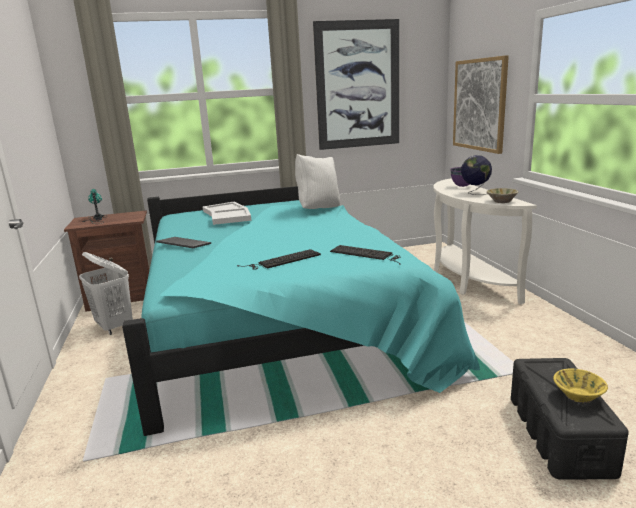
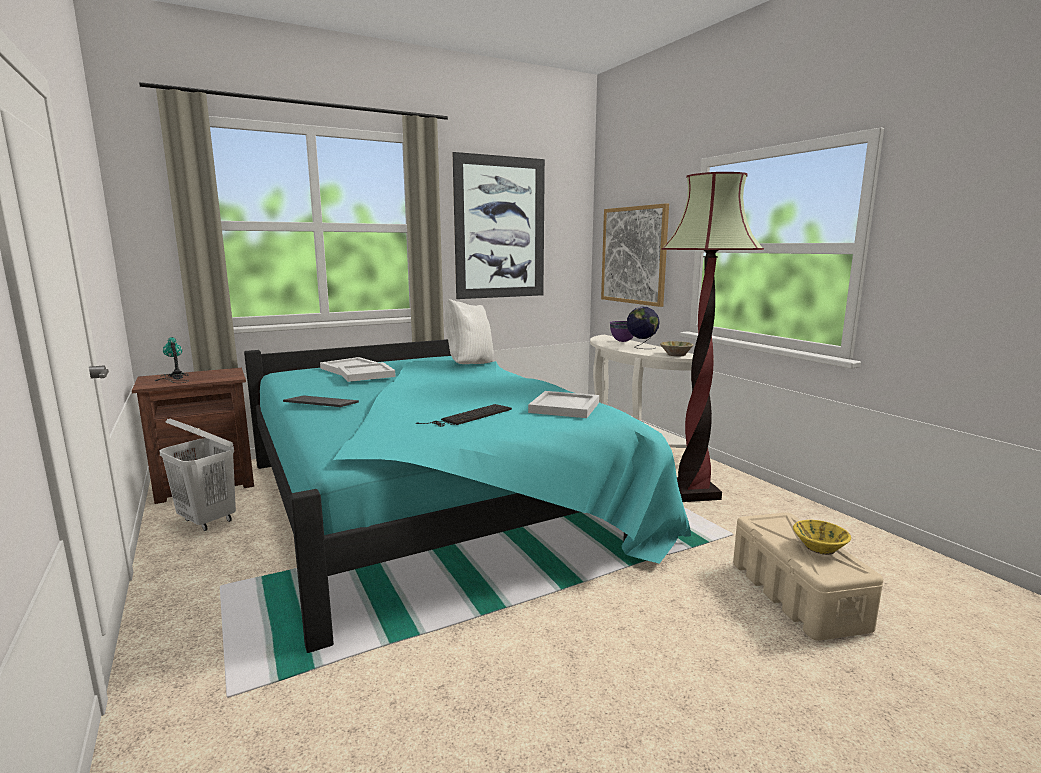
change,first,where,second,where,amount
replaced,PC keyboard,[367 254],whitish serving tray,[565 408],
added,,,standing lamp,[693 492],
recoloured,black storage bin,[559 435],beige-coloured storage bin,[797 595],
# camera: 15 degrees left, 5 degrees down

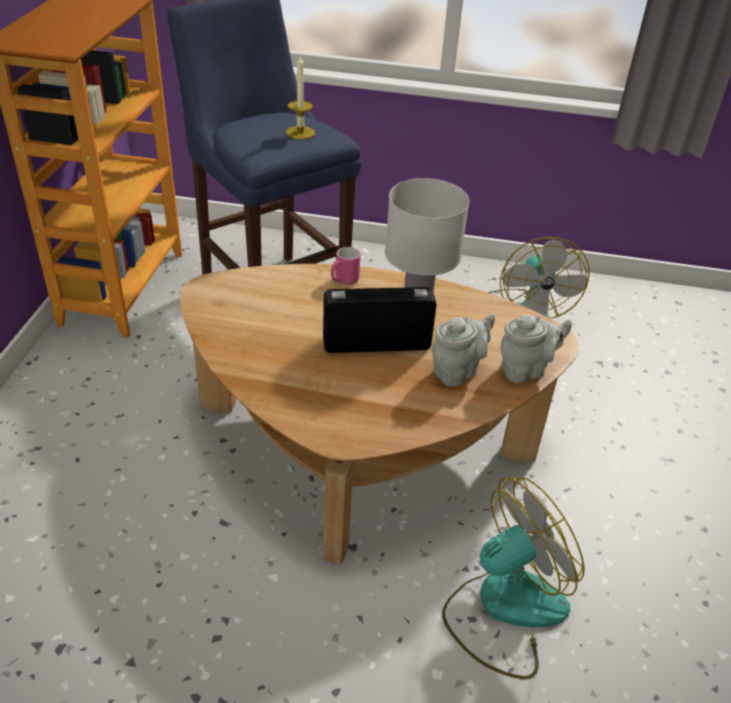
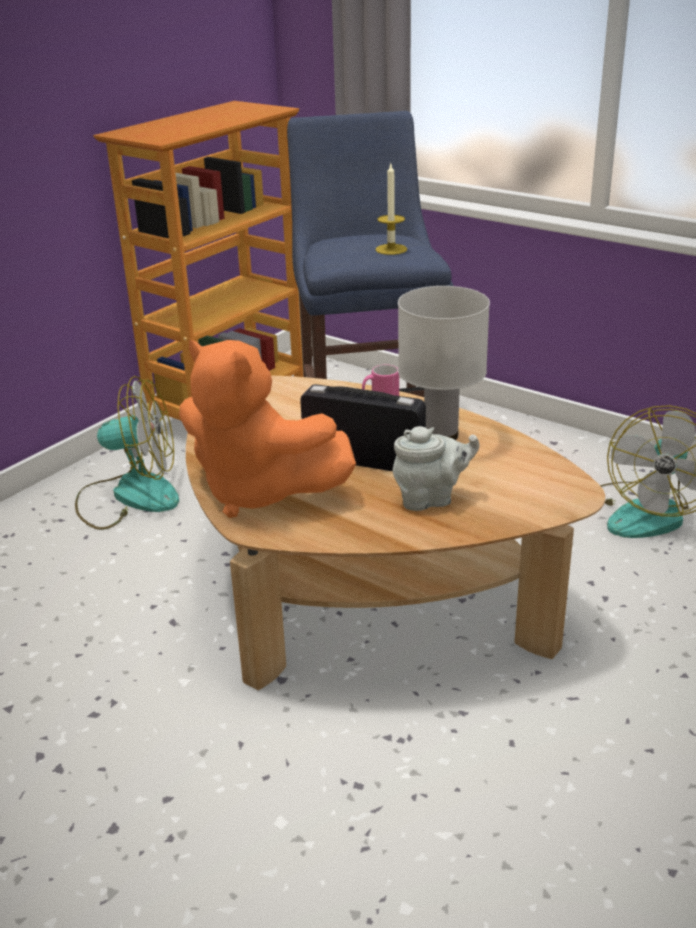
change,first,where,second,where,amount
moved,fan,[504 608],,[129 496],
added,,,orange-coloured cuddly toy,[259 492],
removed,gray teapot,[526 370],,,
# camera: 30 degrees right, 10 degrees down

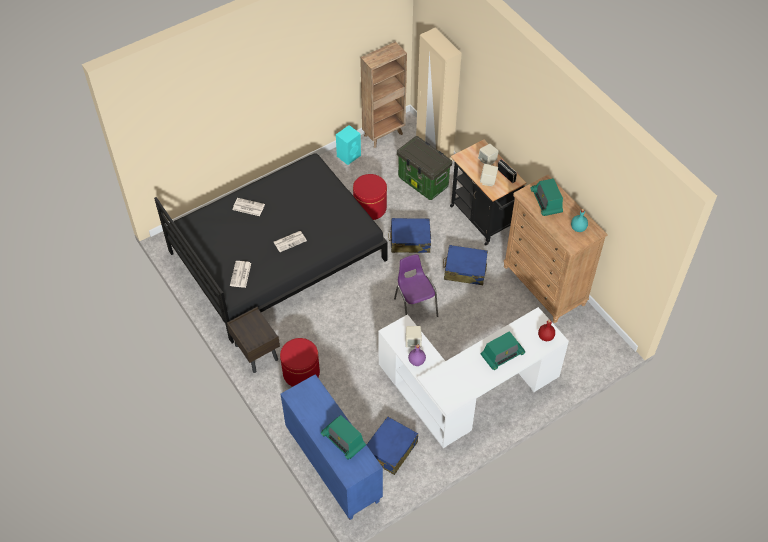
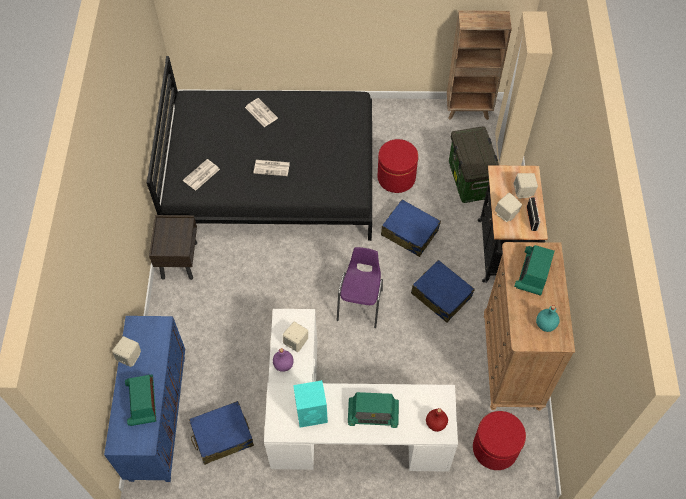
change,first,where,second,where,amount
added,,,beige-coloured speaker,[130 357],
moved,turquoise speaker,[349 155],,[312 413],
moved,red-coloured ottoman,[301 373],,[495 448],
# camera: 35 degrees right, 5 degrees up

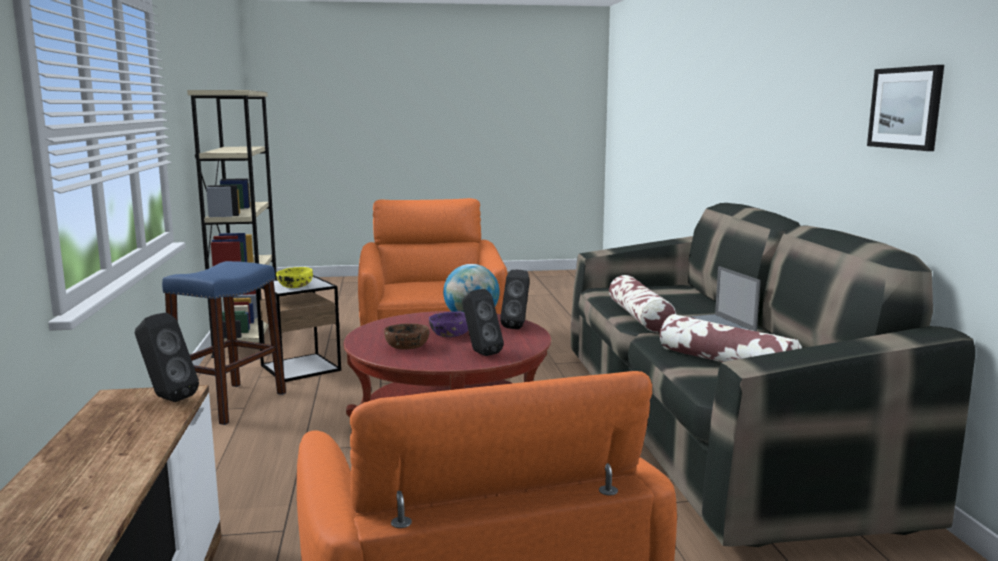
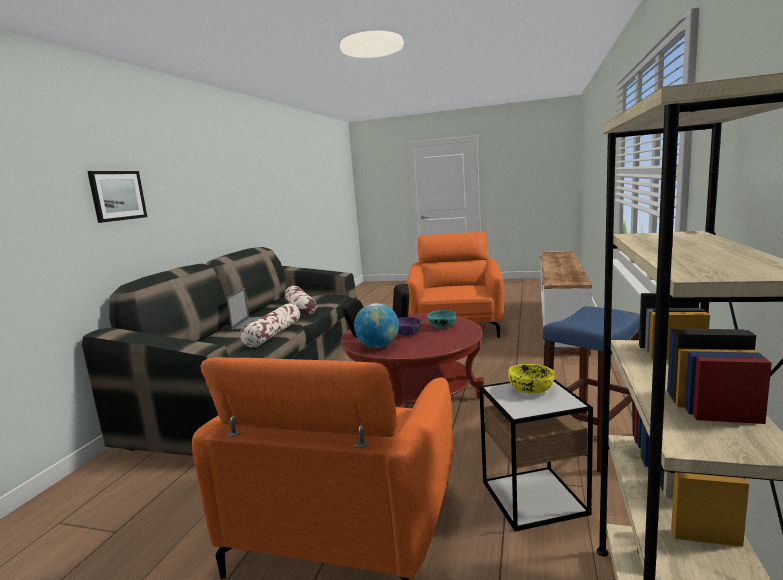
change,first,where,second,where,amount
moved,picture,[906 108],,[117 195],
recoloured,brown serving bowl,[407 347],turquoise serving bowl,[442 326],
removed,black speaker,[166 398],,,
# camera: 155 degrees left, 0 degrees up

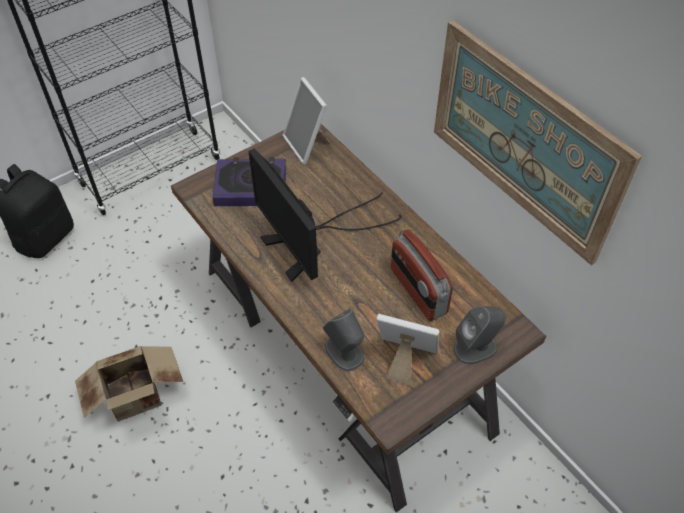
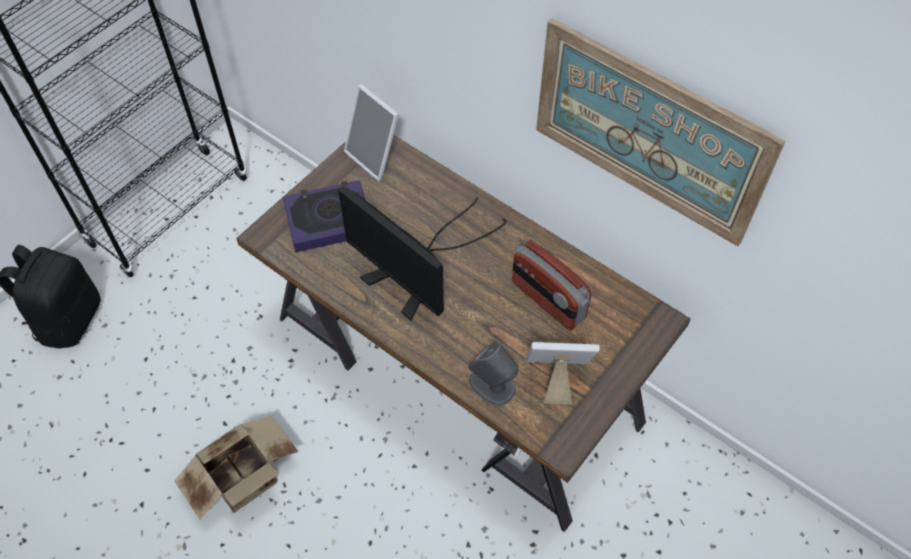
change,first,where,second,where,amount
removed,gray speaker,[475 348],,,
# camera: 15 degrees left, 5 degrees up

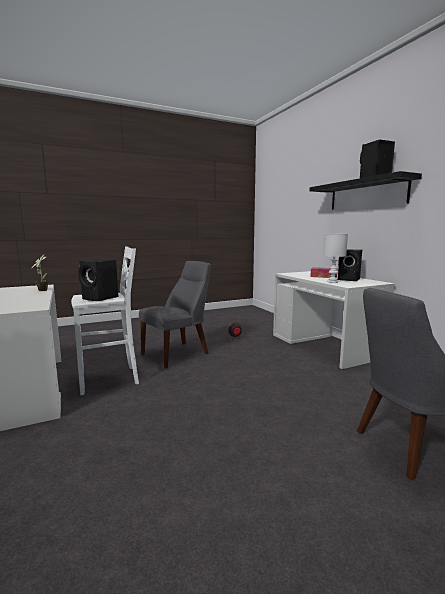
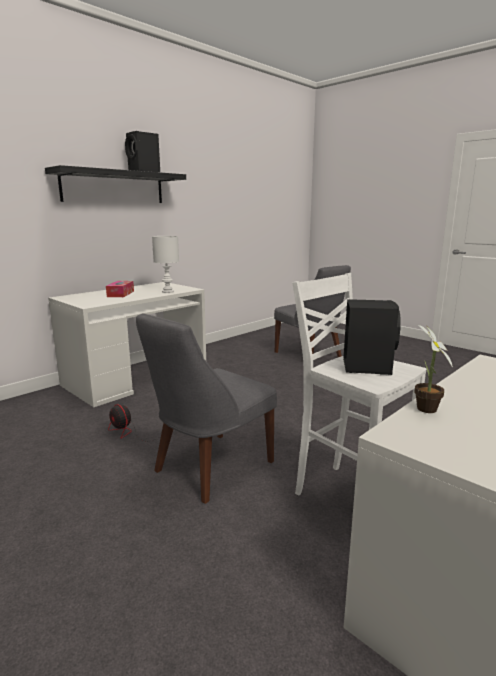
change,first,where,second,where,amount
turned,gray upright chair,[178 353],,[209 468],75 degrees counterclockwise
removed,black speaker,[349 279],,,
# camera: 110 degrees left, 5 degrees up

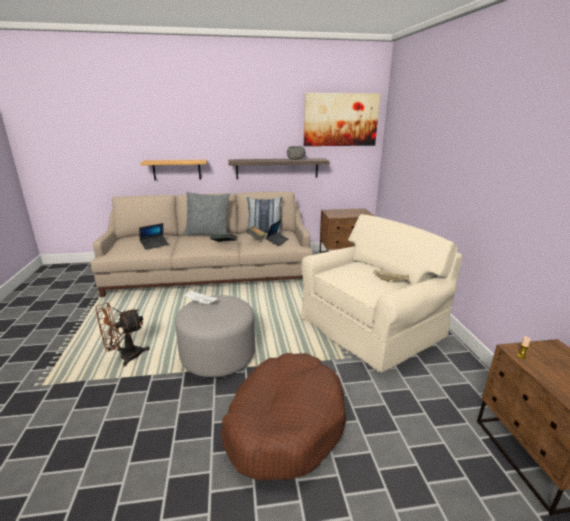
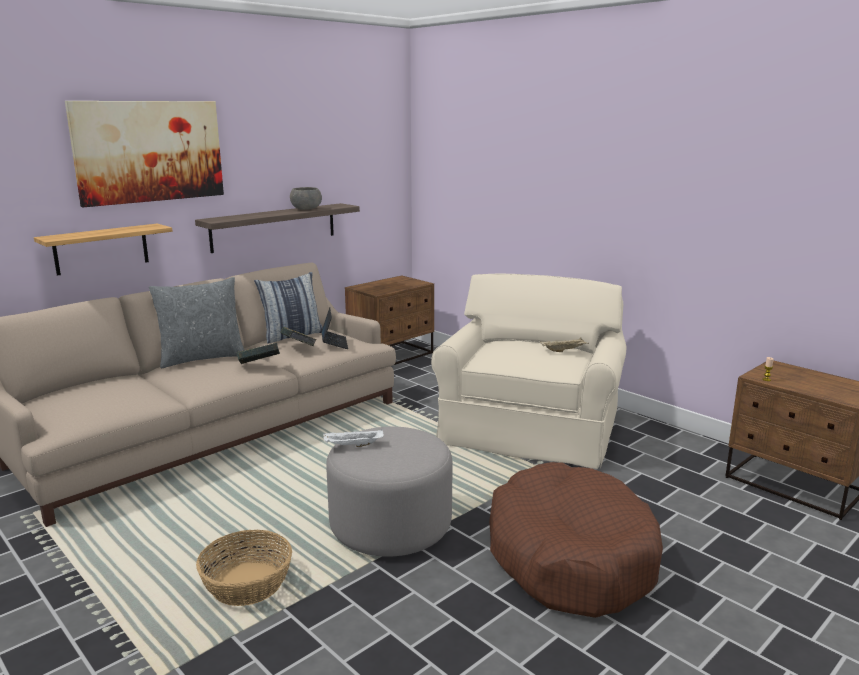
change,first,where,second,where,amount
moved,picture,[340 120],,[149 151],
replaced,brown fan,[124 357],basket,[248 583],
removed,portable computer,[154 245],,,
# camera: 35 degrees left, 5 degrees down

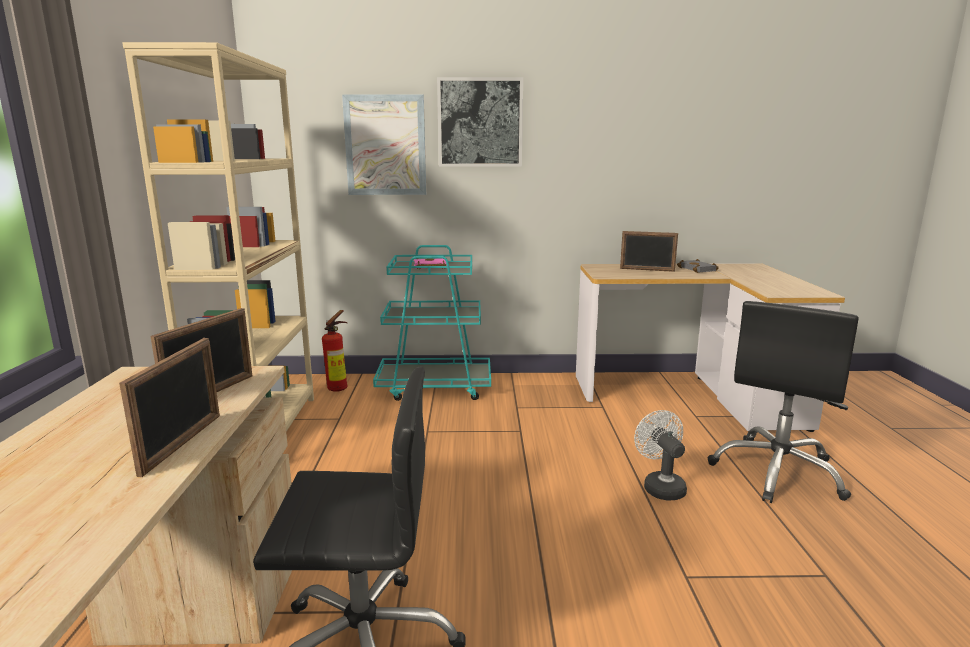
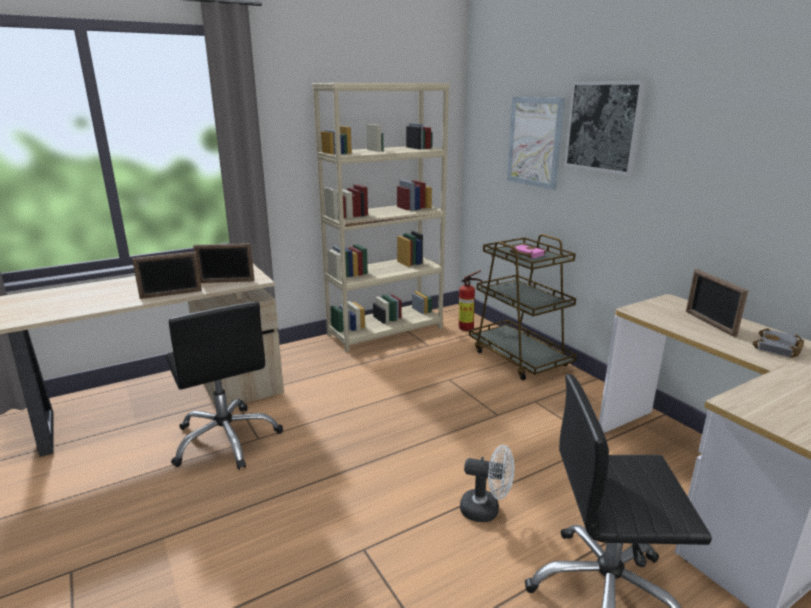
change,first,where,second,where,amount
turned,whitish fan,[660 486],,[486 510],60 degrees clockwise
recoloured,turquoise wheeled cart,[435 387],brown wheeled cart,[519 358],
# camera: 60 degrees right, 5 degrees up

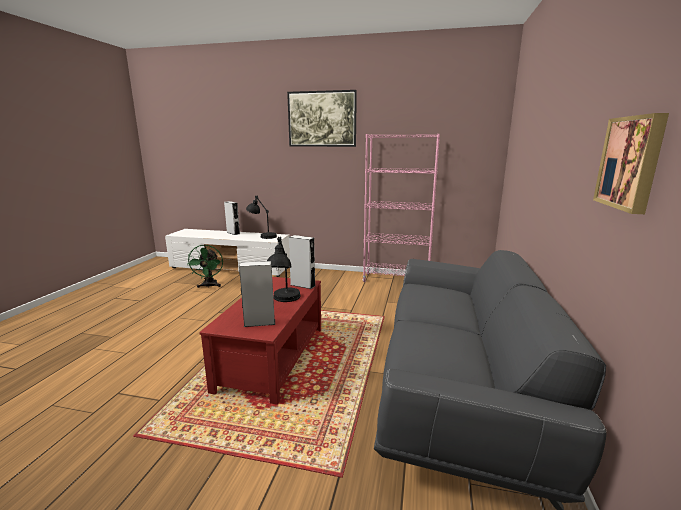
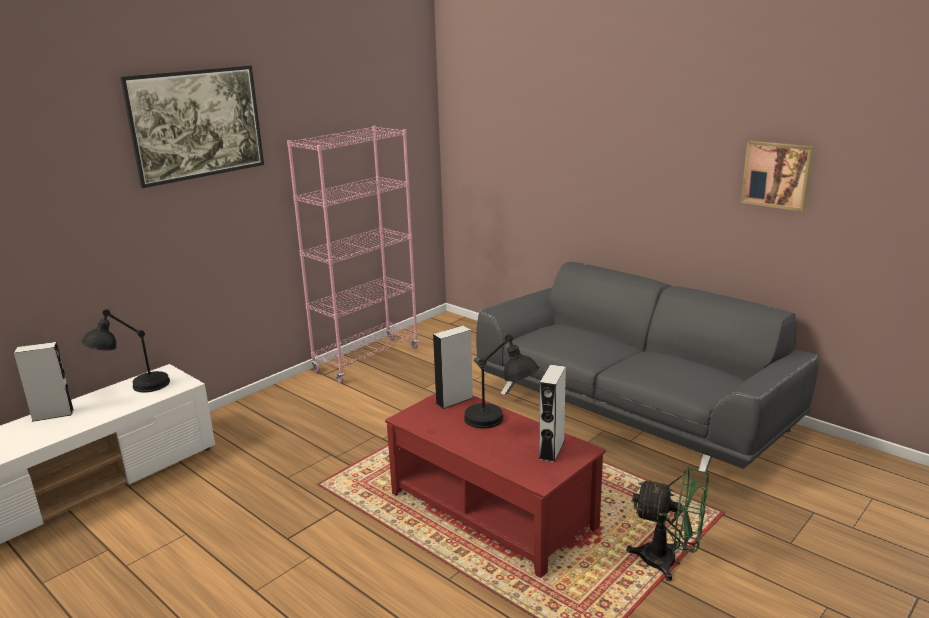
change,first,where,second,where,amount
moved,greenish fan,[209 286],,[668 561],
# camera: 60 degrees left, 5 degrees up

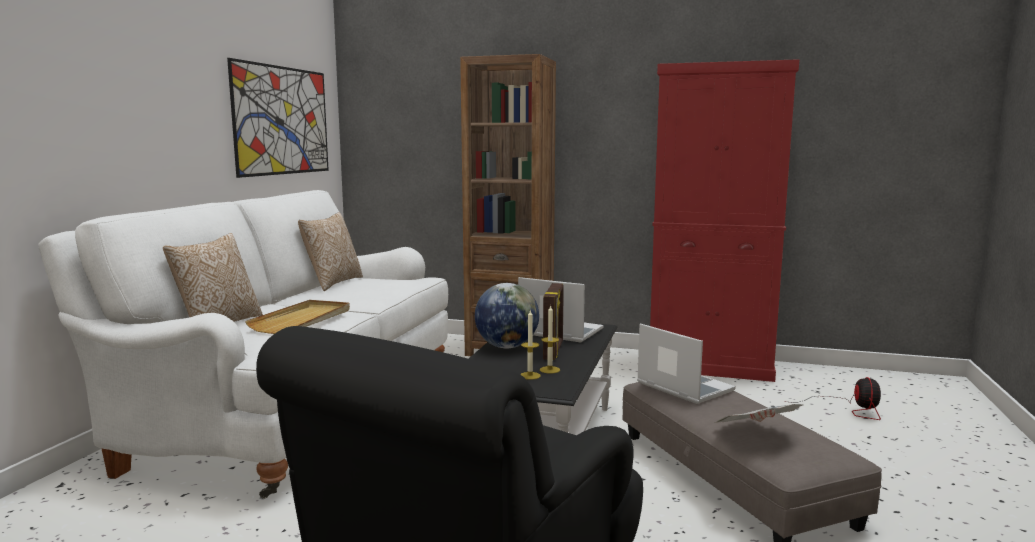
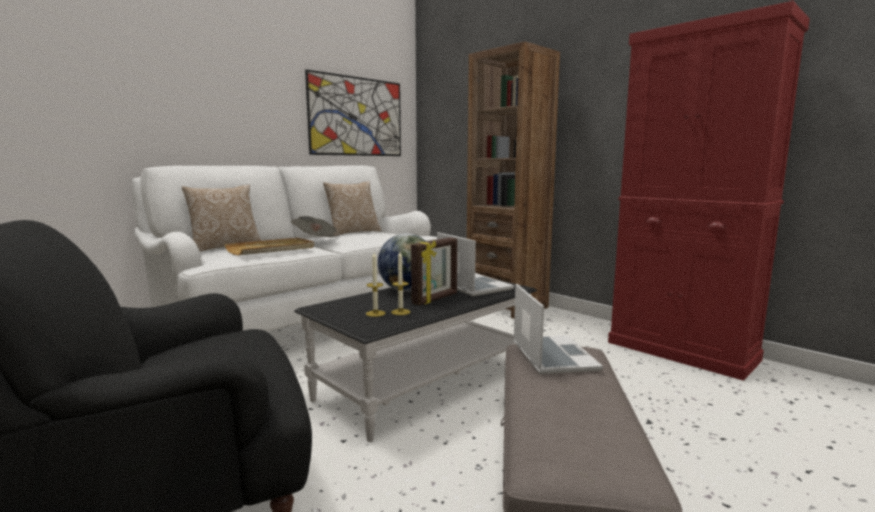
change,first,where,second,where,amount
moved,newspaper,[755 435],,[317 240],
removed,fan,[849 409],,,
# camera: 30 degrees right, 0 degrees up

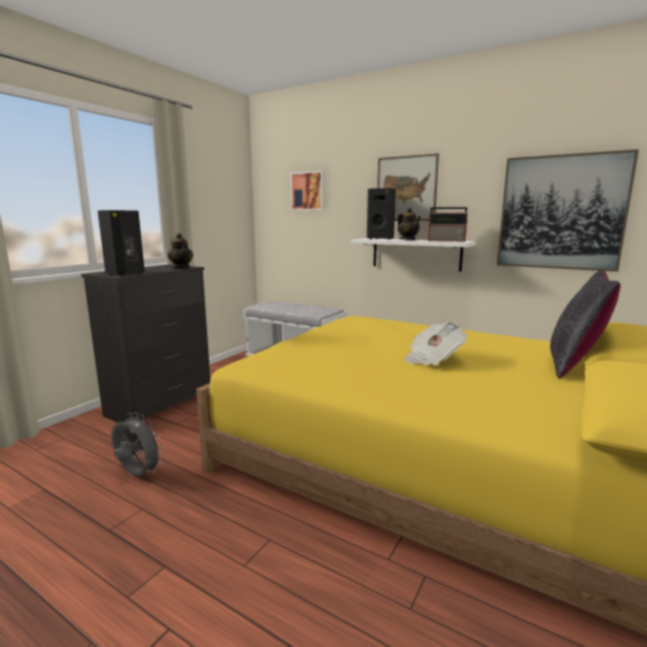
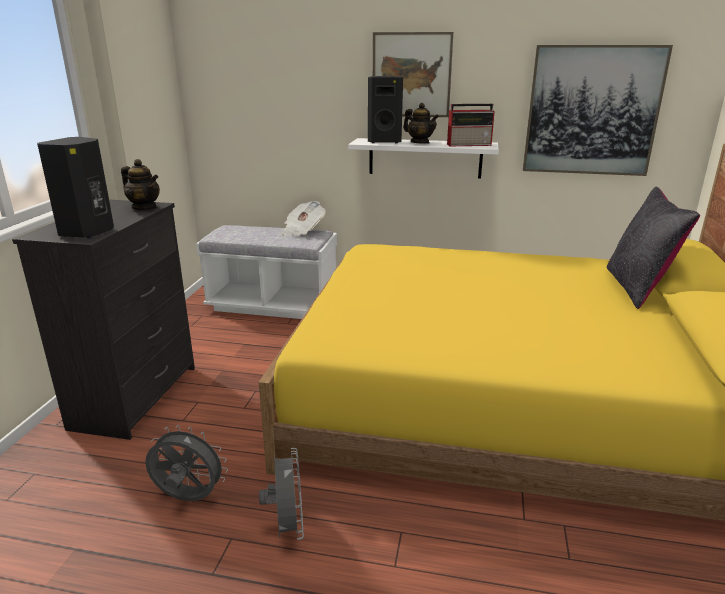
change,first,where,second,where,amount
added,,,gray fan,[287 527],
moved,newspaper,[432 359],,[302 230],
removed,picture,[308 191],,,
# camera: 20 degrees left, 10 degrees up

